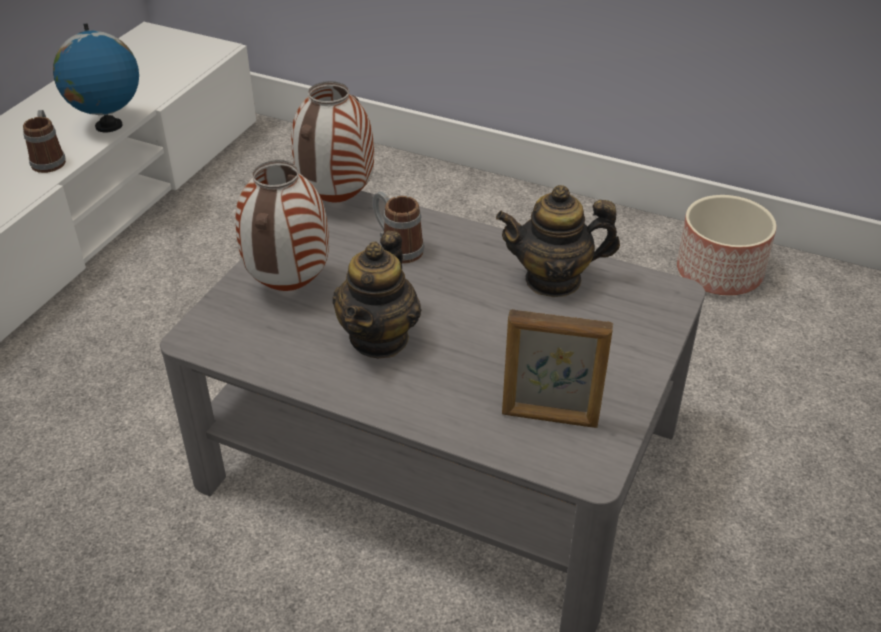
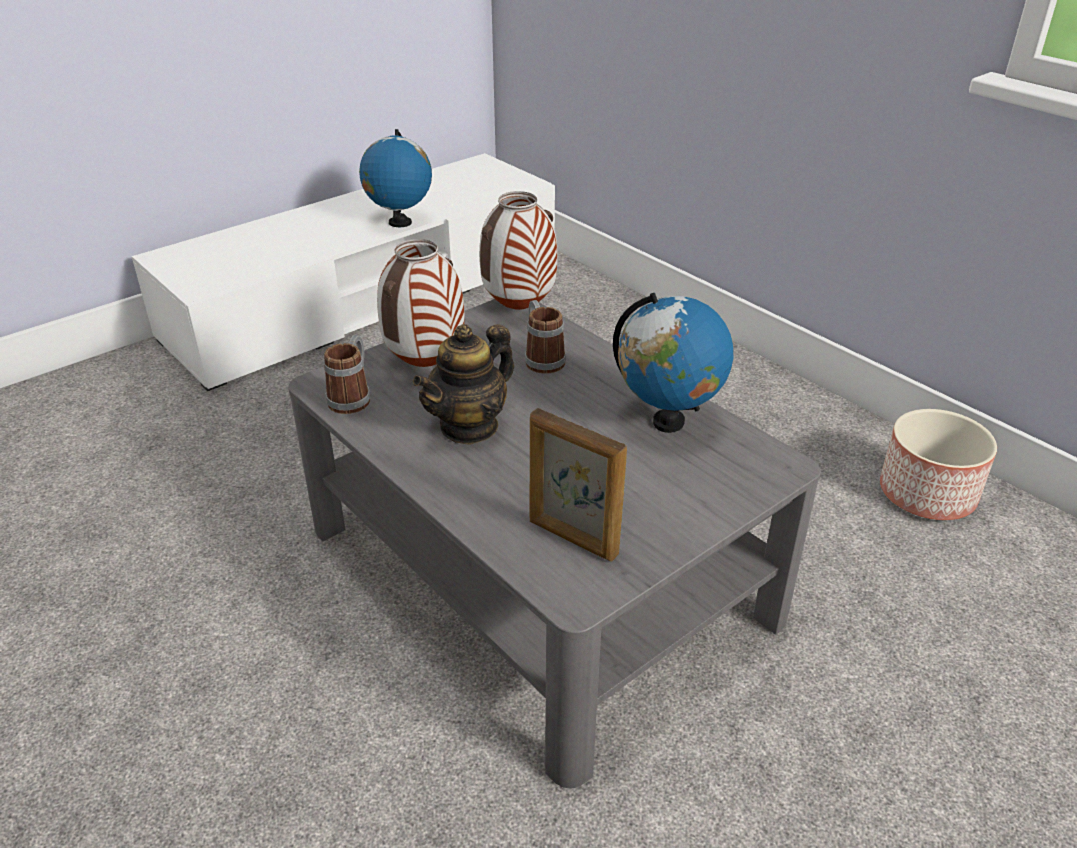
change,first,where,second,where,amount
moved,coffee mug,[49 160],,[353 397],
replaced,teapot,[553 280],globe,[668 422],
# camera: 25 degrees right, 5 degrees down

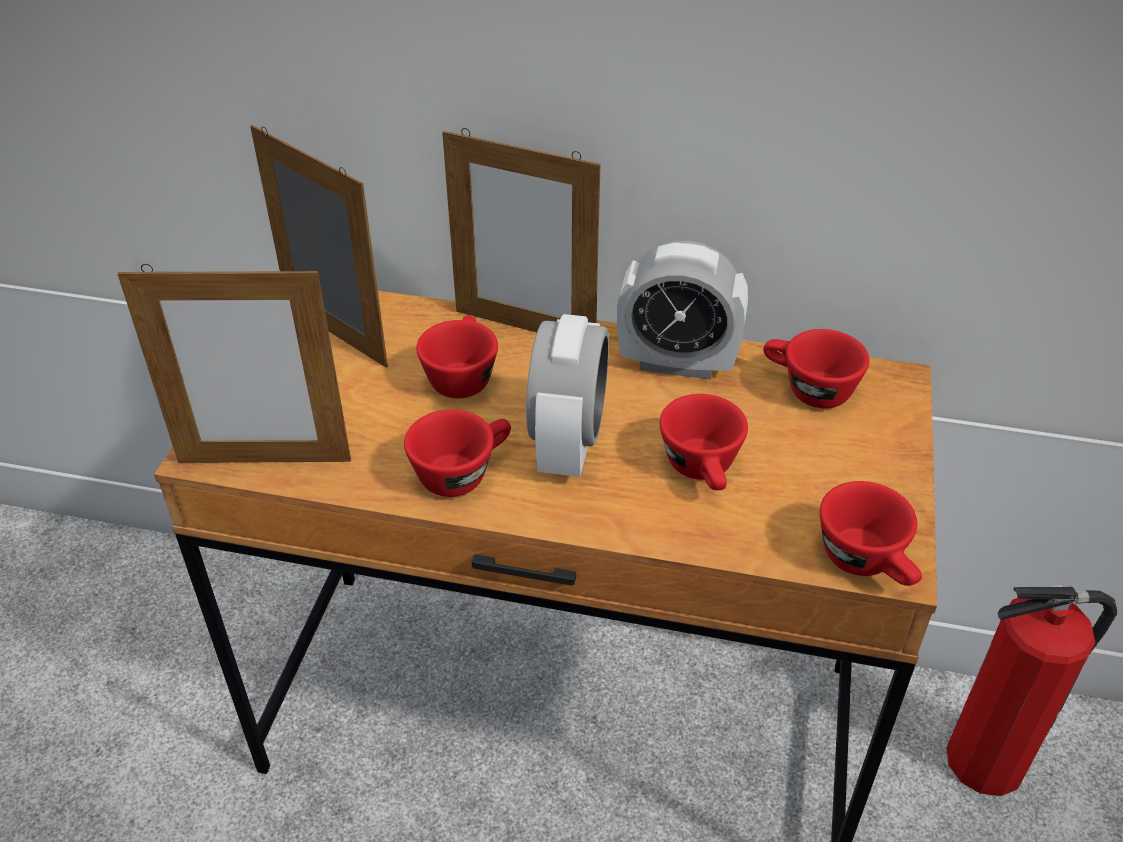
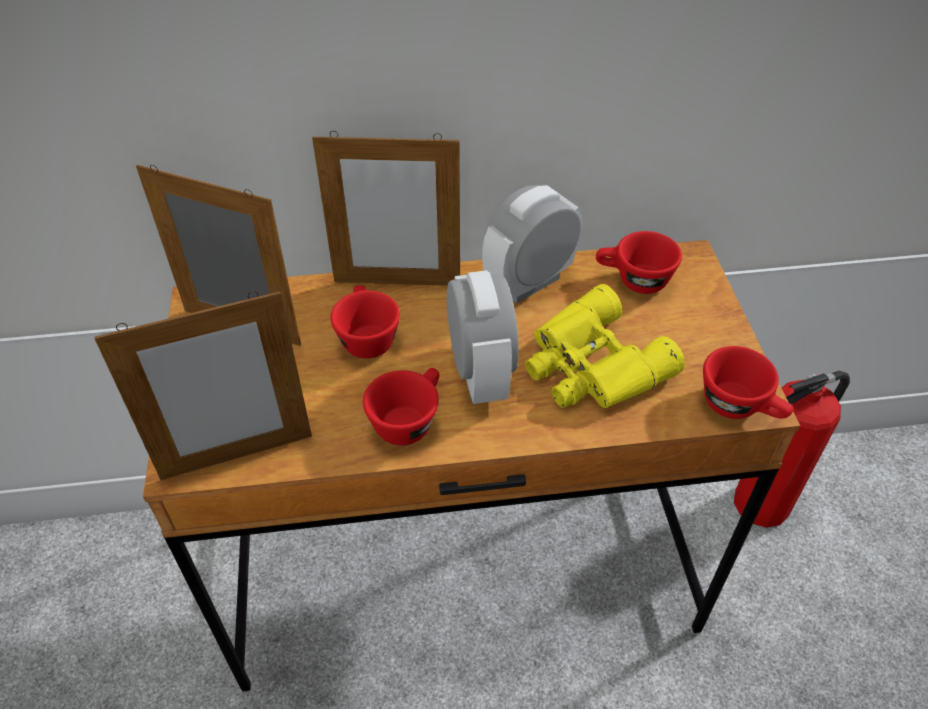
change,first,where,second,where,amount
turned,table clock,[677 363],,[529 283],150 degrees clockwise
replaced,red-coloured cup,[703 471],yellowish field glasses,[591 366],
# camera: 20 degrees left, 5 degrees up

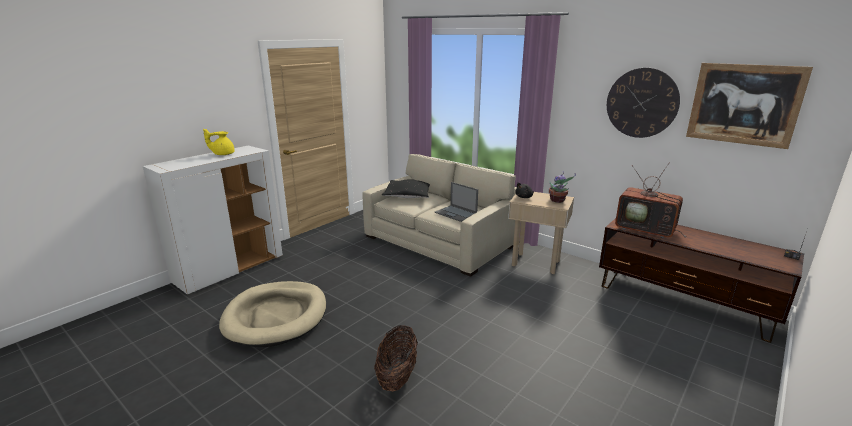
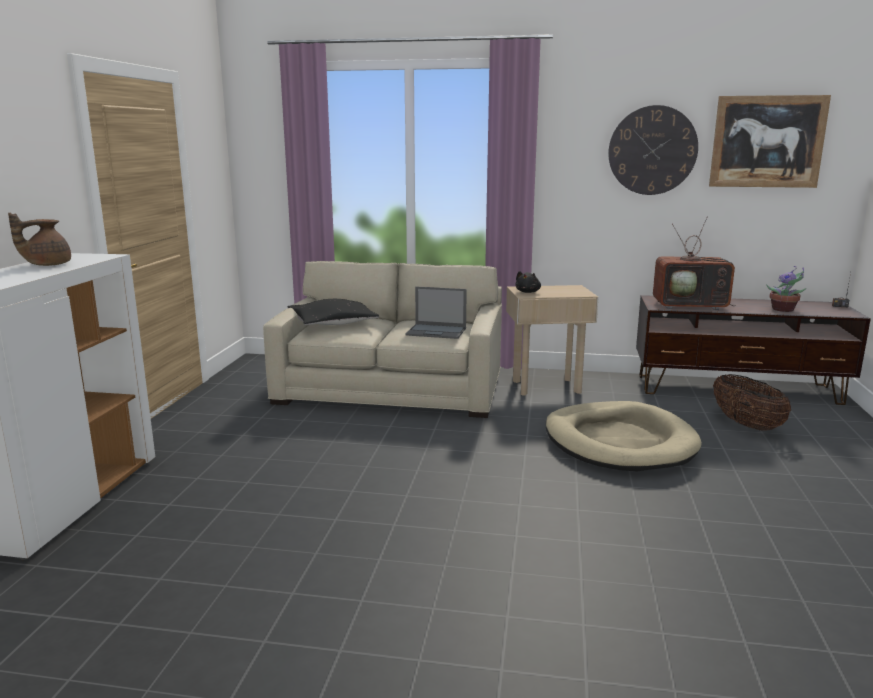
change,first,where,second,where,amount
recoloured,yellowish teapot,[223 154],brown teapot,[47 265],
moved,beige-coloured dog cushion,[276 316],,[619 442],
moved,basket,[397 376],,[746 424],
moved,houseplant,[557 200],,[784 310],
# camera: 30 degrees left, 5 degrees down

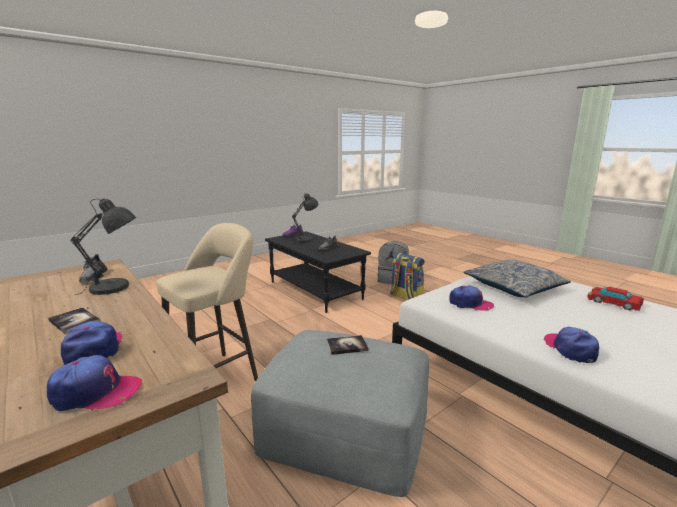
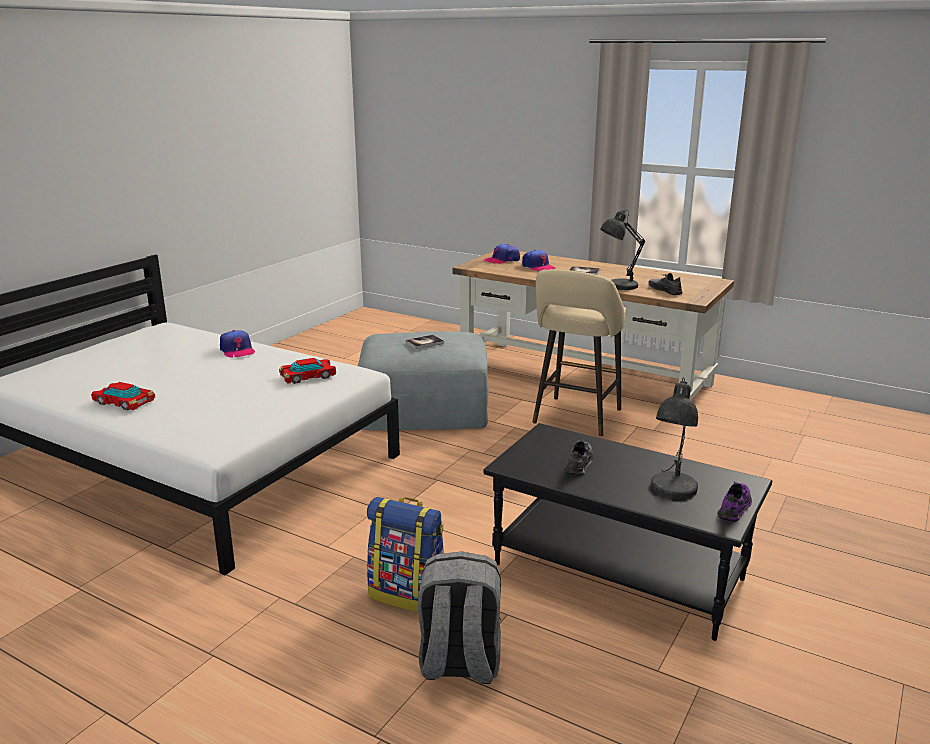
change,first,where,second,where,amount
replaced,baseball cap,[470 304],toy car,[308 376],
removed,pillow,[514 287],,,
# camera: 160 degrees right, 5 degrees up

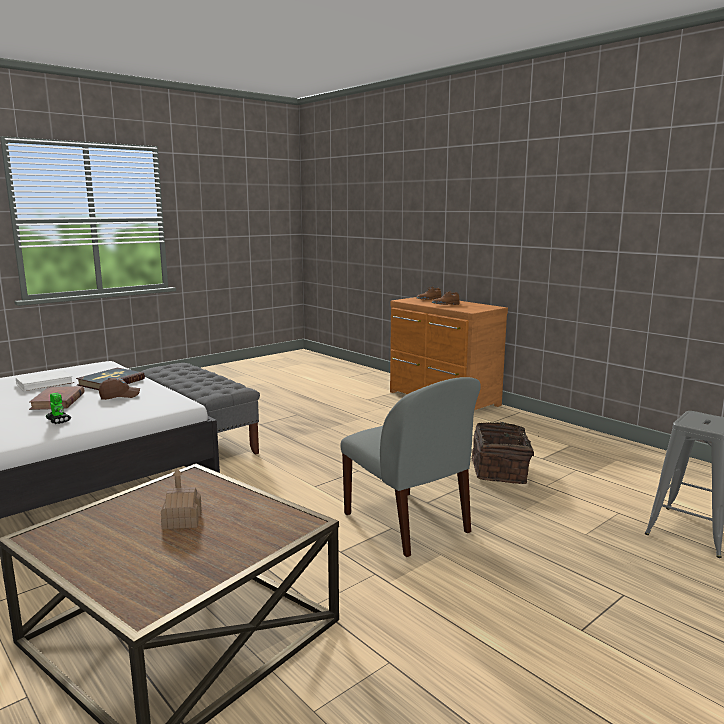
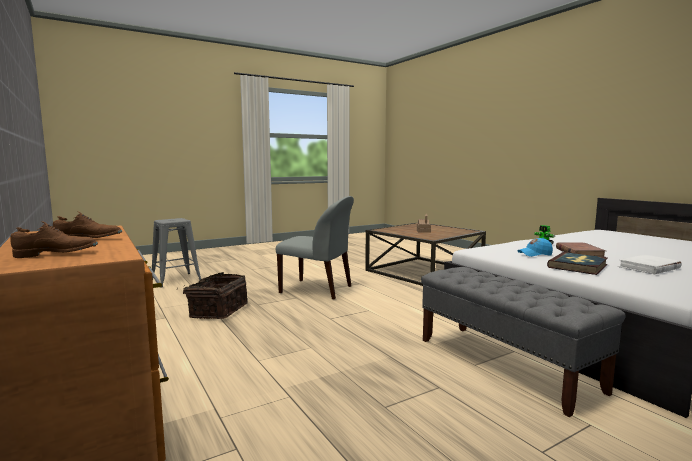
change,first,where,second,where,amount
turned,gray upright chair,[408 524],,[317 290],135 degrees clockwise
recoloured,brown baseball cap,[120 396],bluish baseball cap,[535 254],
# camera: 170 degrees left, 5 degrees down

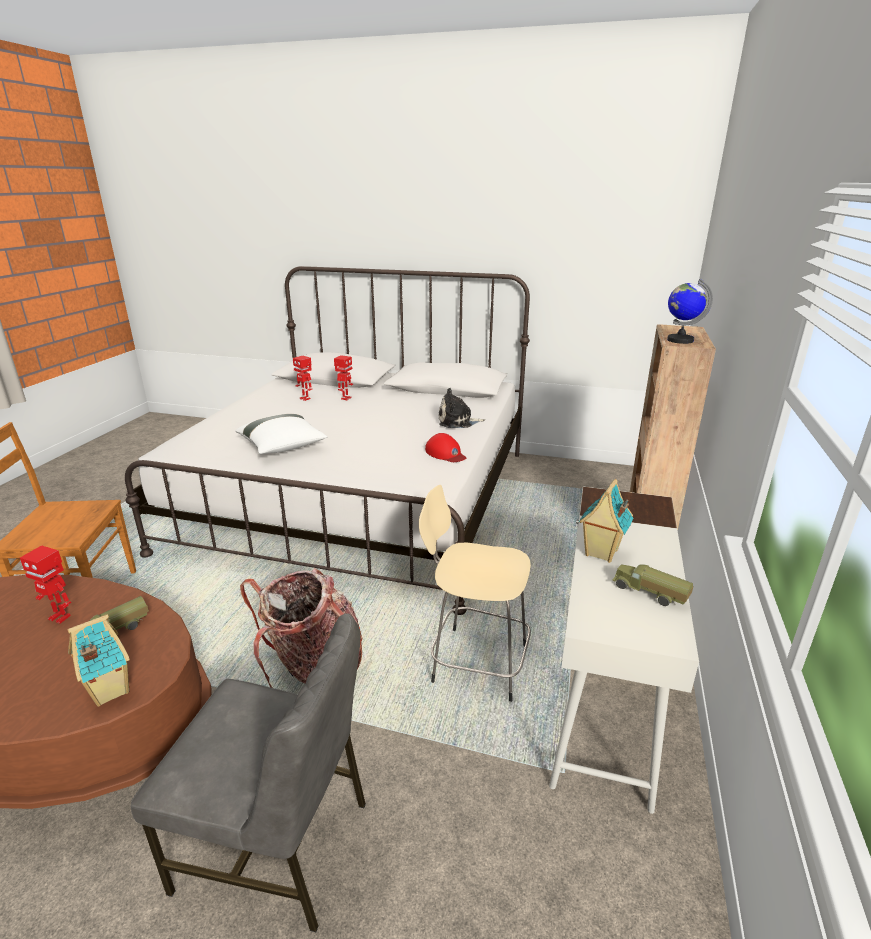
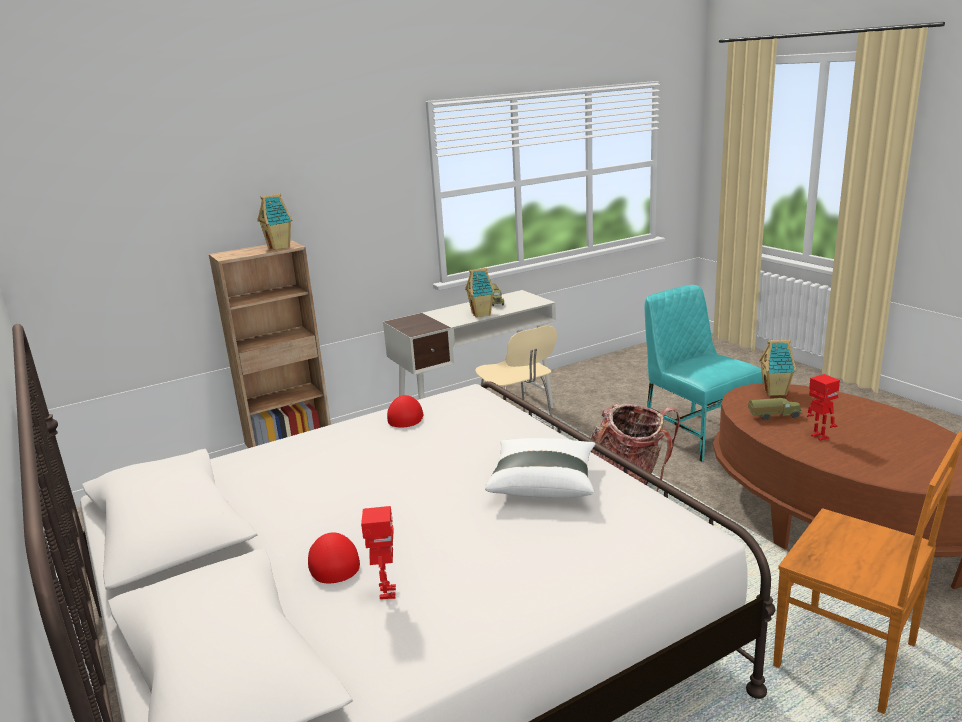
change,first,where,second,where,amount
replaced,globe,[680 340],model house,[279 247],
replaced,model robot,[345 398],red-coloured baseball cap,[332 561],
recoloured,gray upright chair,[277 844],turquoise upright chair,[696 434],
removed,cuddly toy,[457 422],,,
# camera: 135 degrees left, 5 degrees down

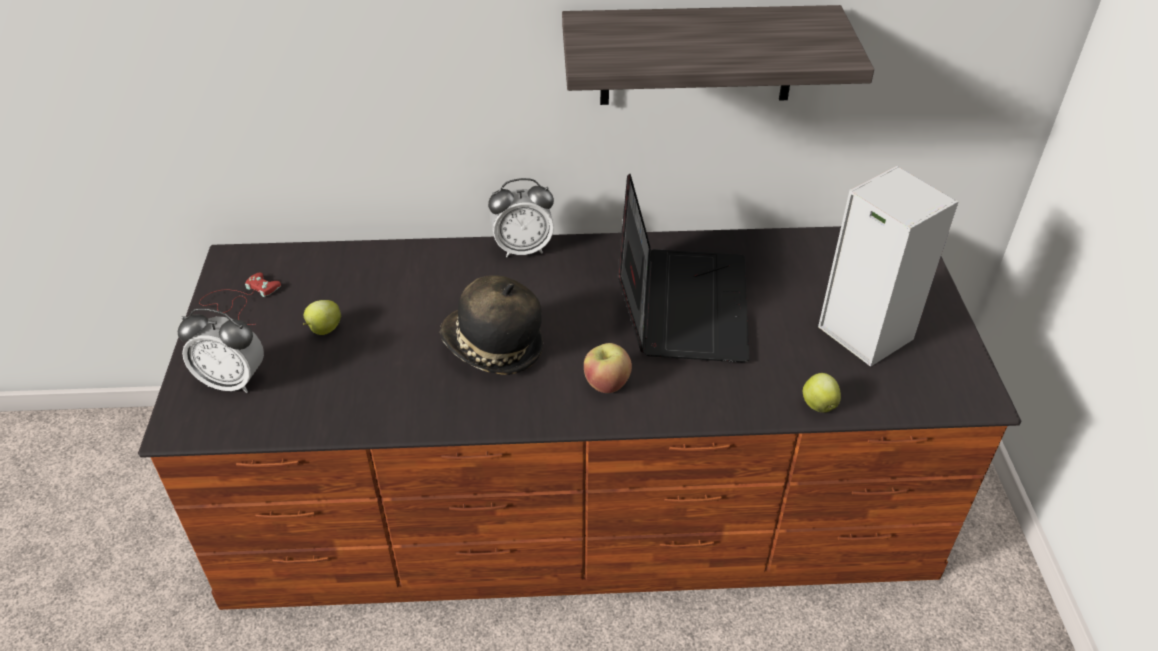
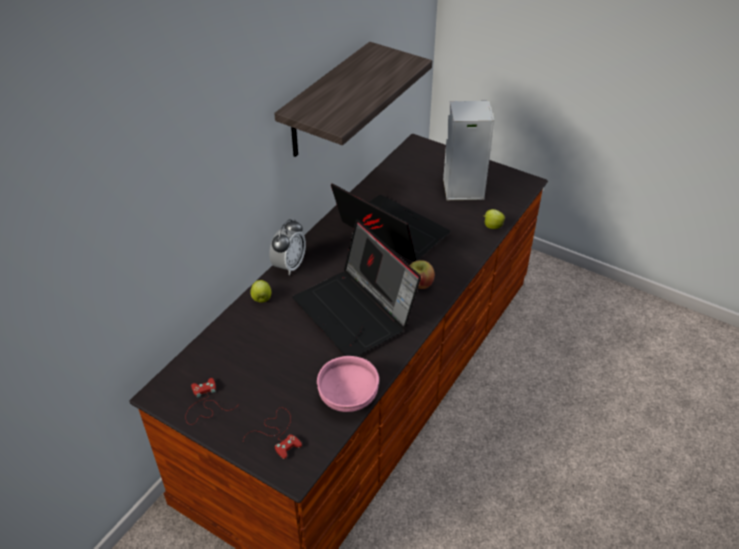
change,first,where,second,where,amount
replaced,table clock,[233 381],red-coloured gamepad,[278 433],
moved,whole apple,[324 329],,[261 299],
replaced,hat,[492 348],portable computer,[356 312],
added,,,pink-coloured serving bowl,[347 397],
# camera: 55 degrees left, 0 degrees up

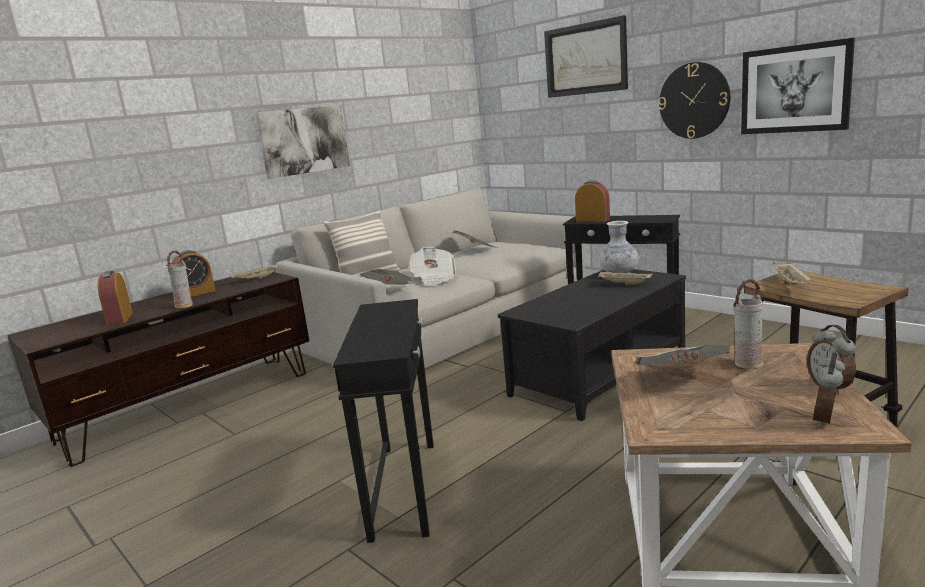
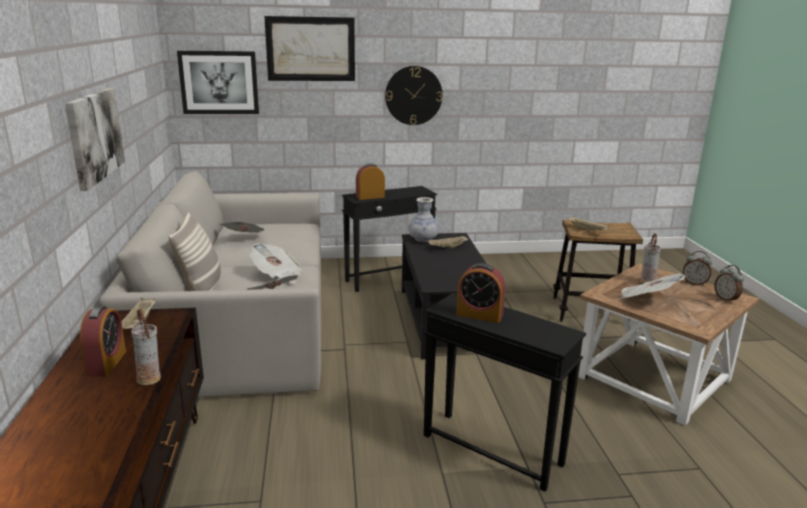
change,first,where,second,where,amount
moved,picture,[795 89],,[219 82],
moved,table clock,[120 319],,[479 315],
# camera: 55 degrees left, 5 degrees up

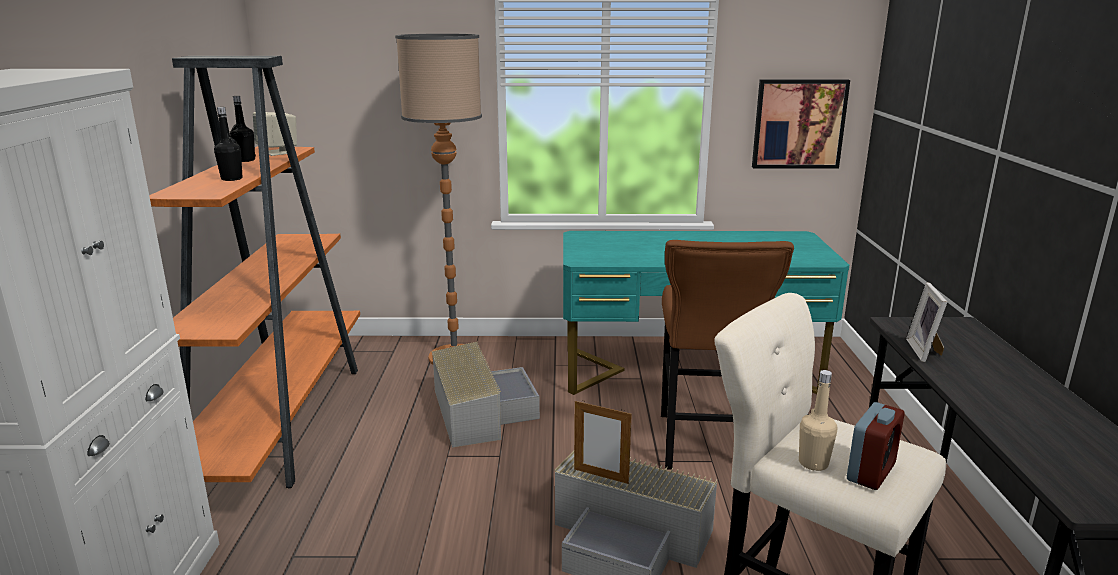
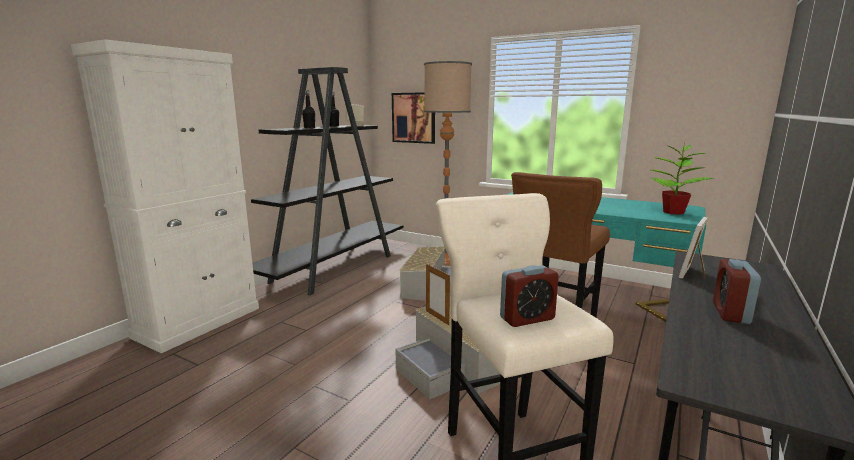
change,first,where,second,where,amount
recoloured,orange-coloured shelving unit,[281 419],black shelving unit,[335 268],
moved,picture,[798 124],,[414 118],
added,,,houseplant,[672 212],
added,,,table clock,[730 313],
removed,beige-coloured drink bottle,[813 463],,,
# camera: 30 degrees right, 5 degrees down

